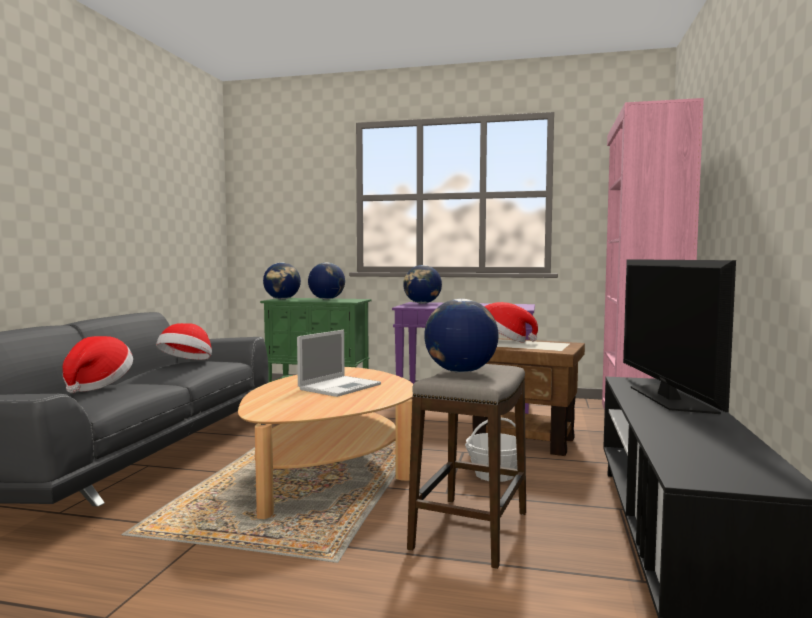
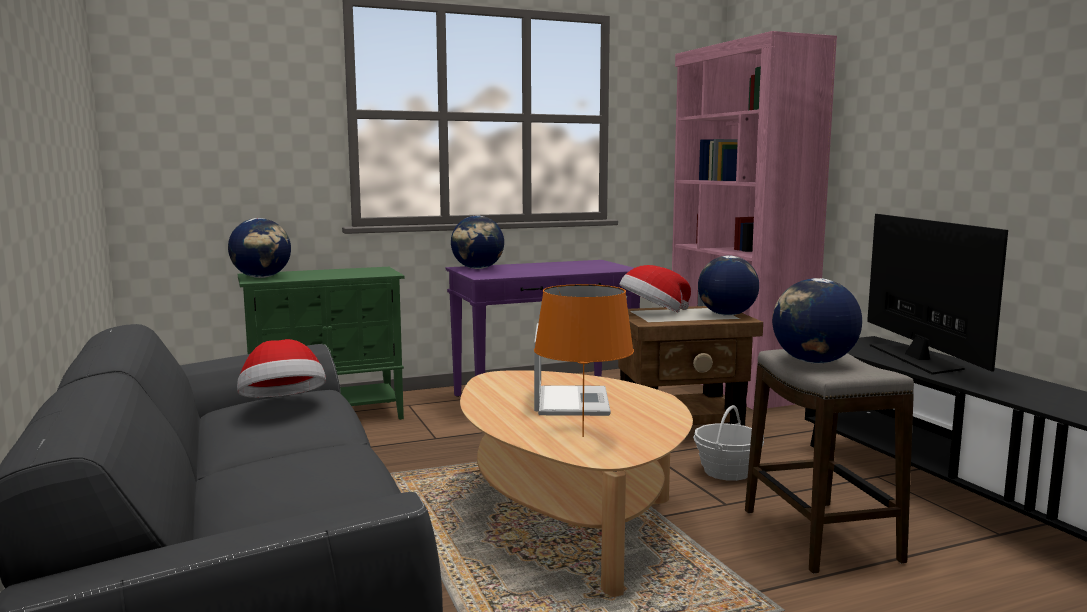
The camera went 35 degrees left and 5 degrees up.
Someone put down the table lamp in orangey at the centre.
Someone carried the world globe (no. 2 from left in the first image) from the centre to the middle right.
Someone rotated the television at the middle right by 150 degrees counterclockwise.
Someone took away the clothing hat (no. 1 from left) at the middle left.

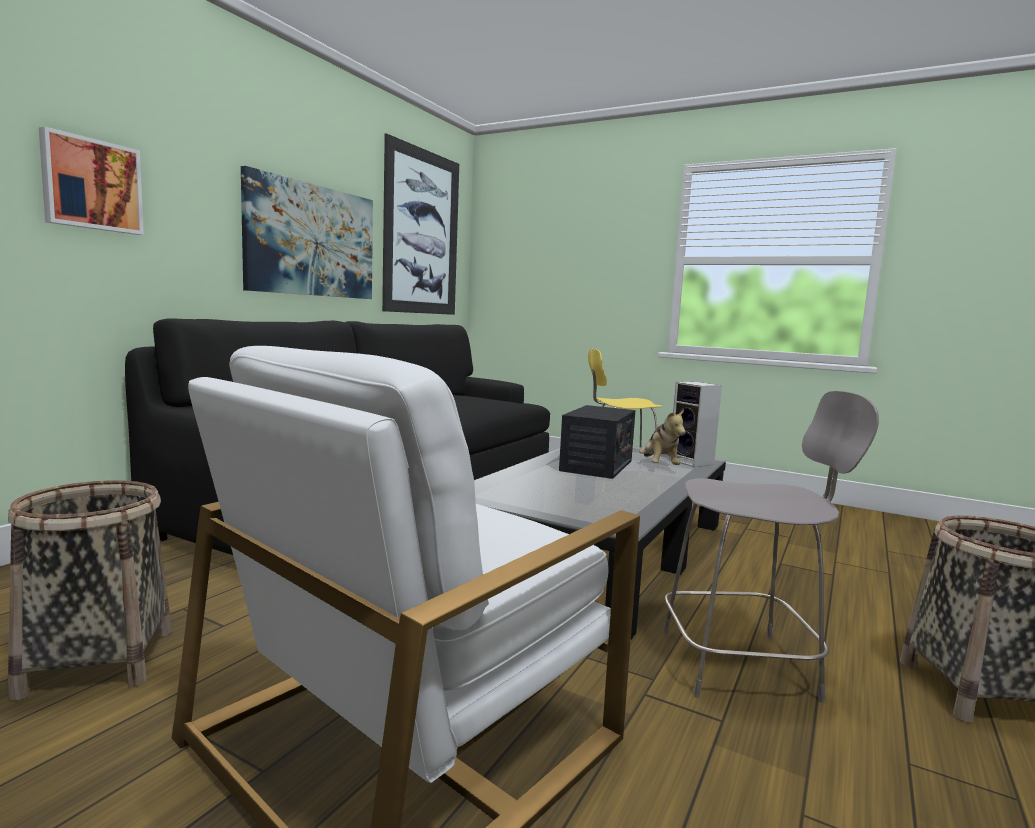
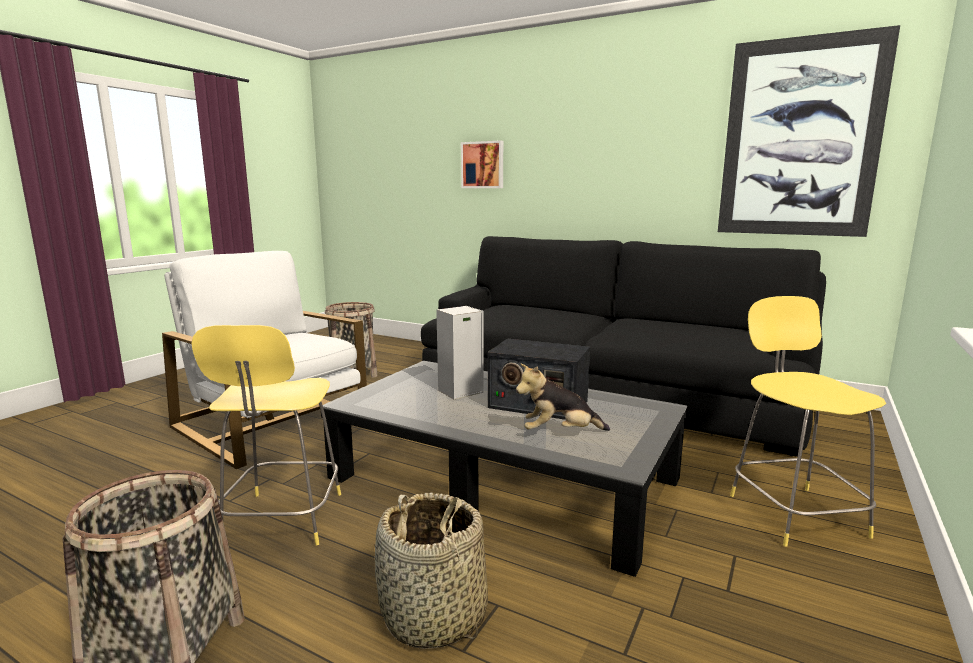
The camera went 90 degrees right and 5 degrees up.
Someone repainted the sitting stool in greyish at the middle right, which became the sitting stool in yellowish (no. 1 from left) at the middle left.
Someone put down the household basket (no. 3 from left) at the bottom centre.
Someone carried the loudspeaker from the middle right to the centre.
Someone took away the wall art (no. 2 from left) at the top left.

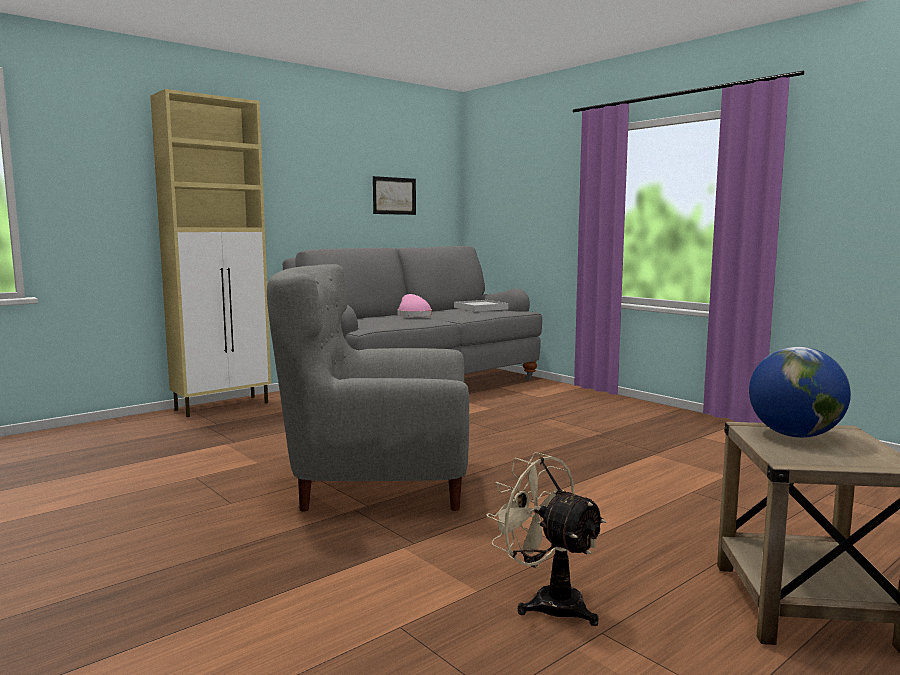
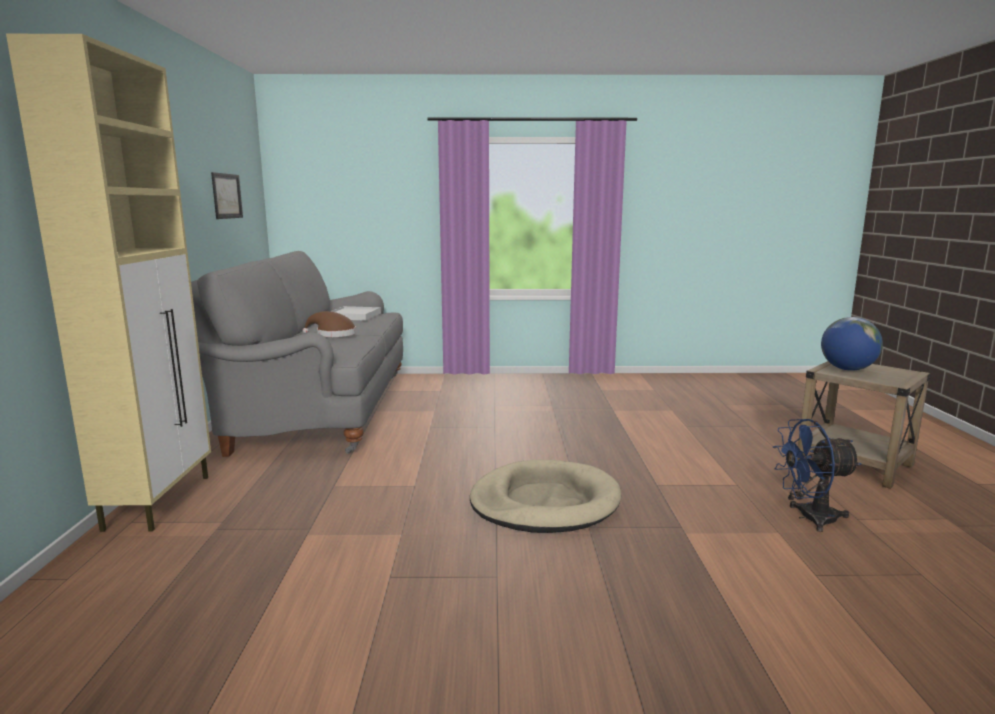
The camera went 50 degrees left and 5 degrees up.
Someone repainted the clothing hat in pink at the centre, which became the clothing hat in brownish at the middle left.
Someone swapped the armchair in greyish at the centre for the pet bed in sand-coloured at the bottom centre.
Someone repainted the fan in sand-coloured at the bottom centre, which became the fan in blue-coloured at the middle right.

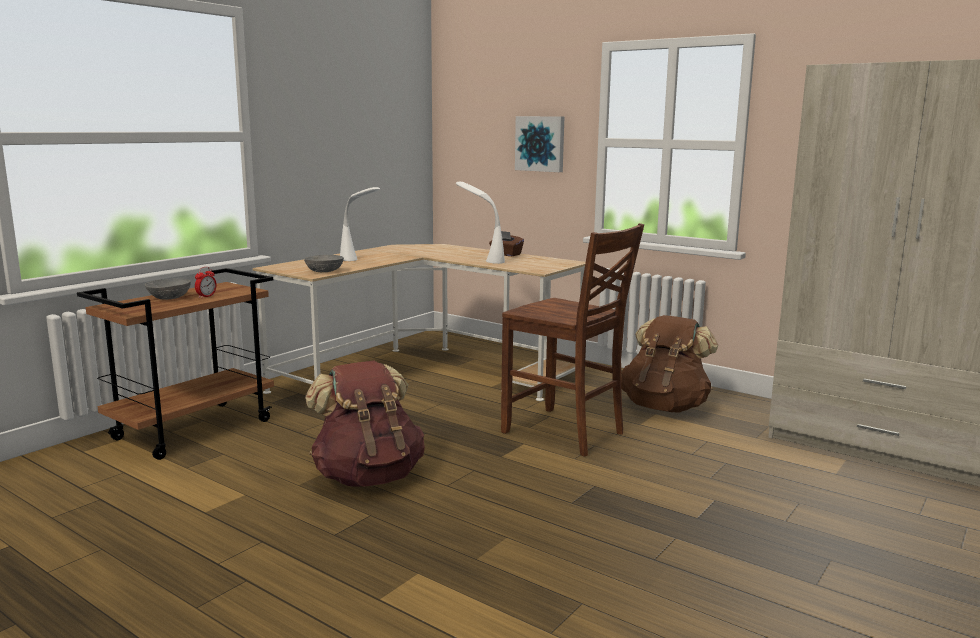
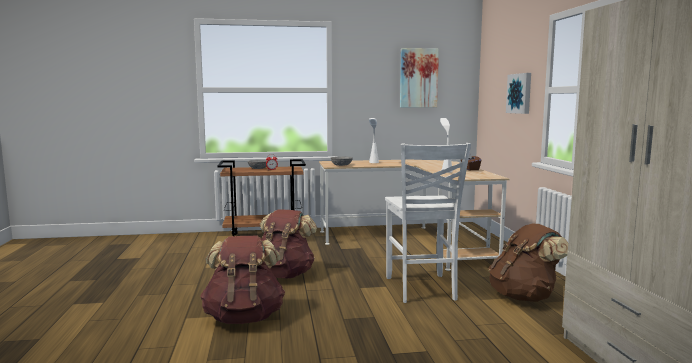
The camera went 45 degrees right and 5 degrees down.
Someone put down the rucksack in brownish (no. 1 from left) at the bottom centre.
Someone repainted the chair in brownish at the centre, which became the chair in white-coloured at the centre.
Someone put up the wall art (no. 1 from left) at the top centre.

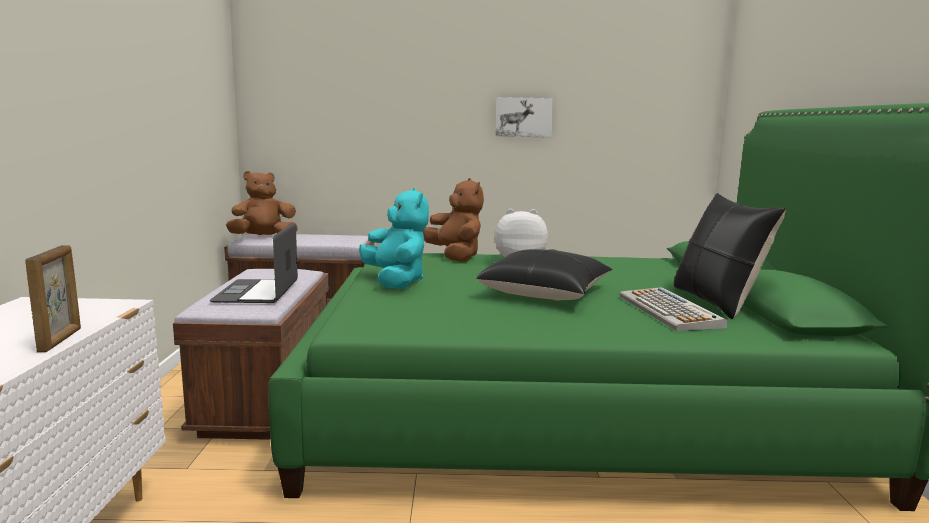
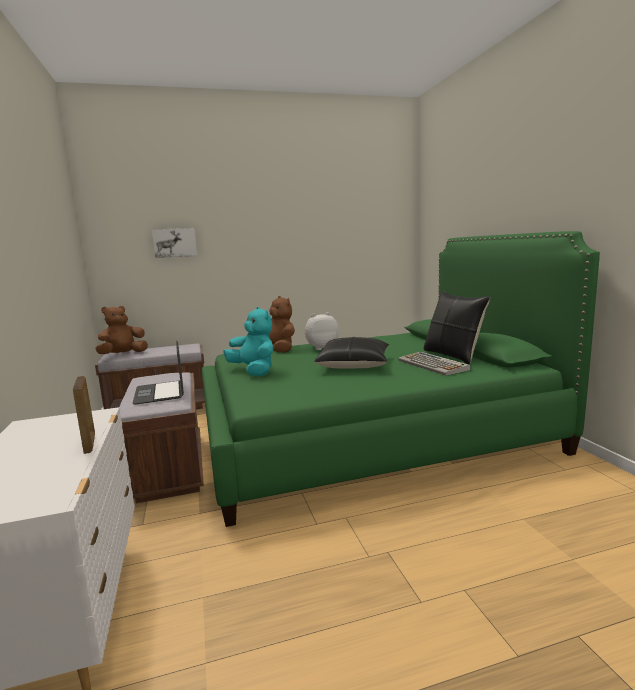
The camera went 15 degrees left and 0 degrees up.
Someone carried the wall art from the top centre to the middle left.

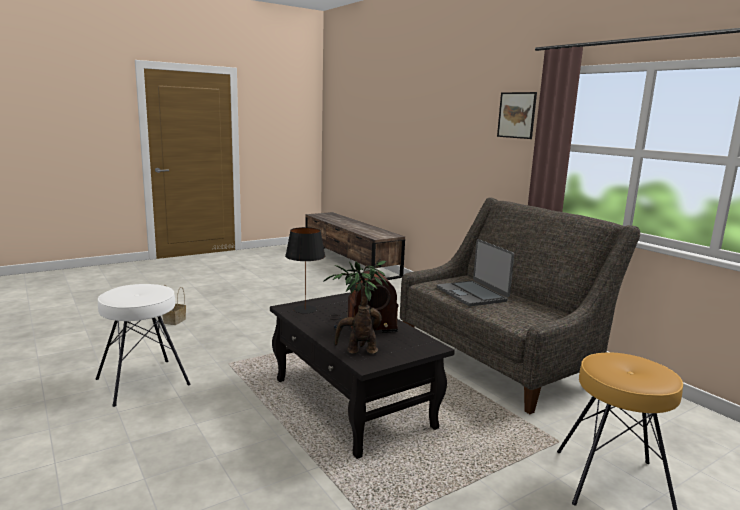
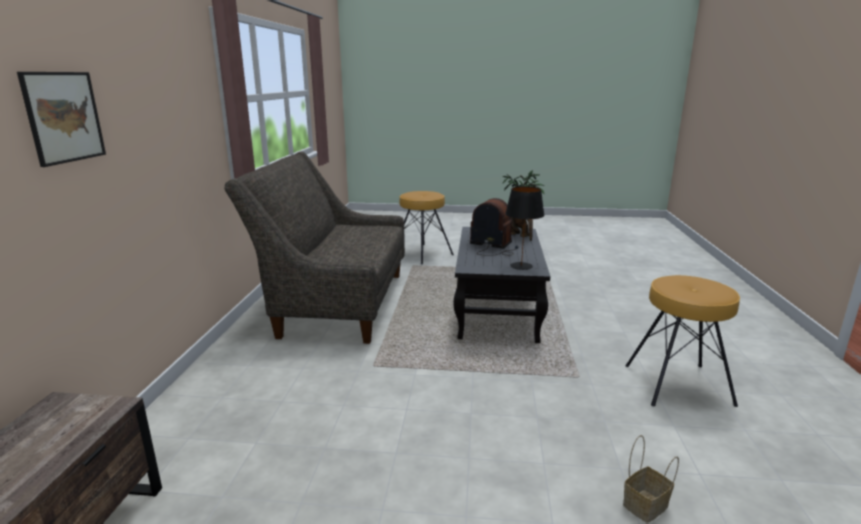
The camera went 140 degrees left and 5 degrees up.
Someone carried the wall art from the top right to the top left.
Someone repainted the sitting stool in white-coloured at the bottom left, which became the sitting stool in brownish (no. 2 from left) at the middle right.
Someone took away the notebook computer at the centre.

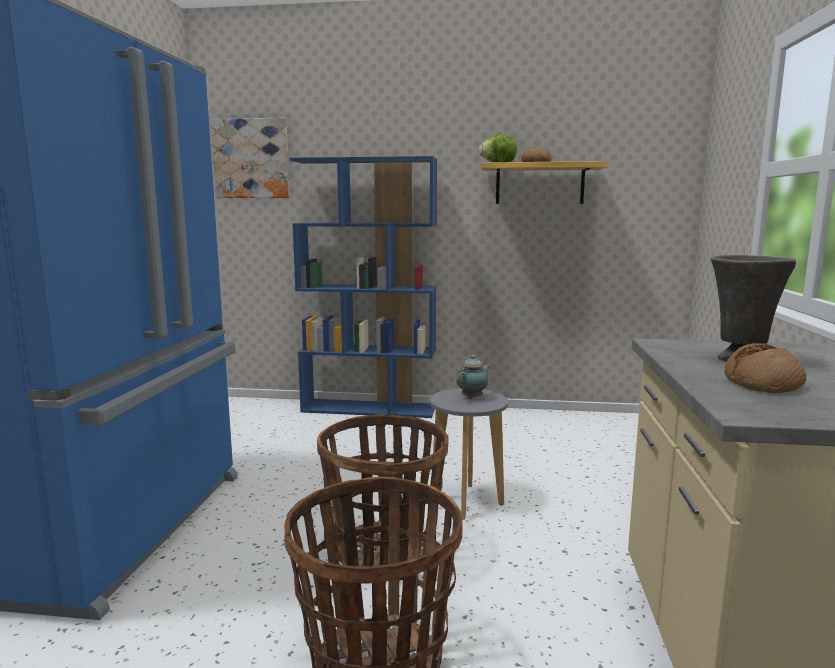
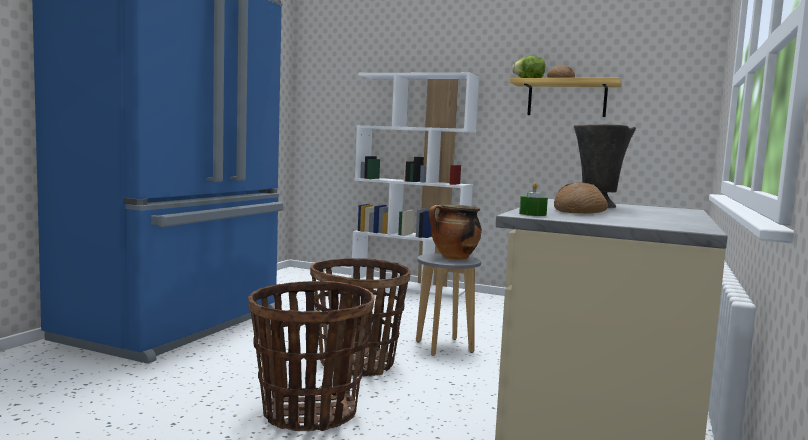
The camera went 15 degrees right and 5 degrees down.
Someone repainted the bookcase in blue-coloured at the centre, which became the bookcase in white-coloured at the centre.
Someone swapped the tea pot at the centre for the stockpot at the centre.
Someone put down the wax candle in green-coloured at the centre.
Someone took away the wall art at the top left.

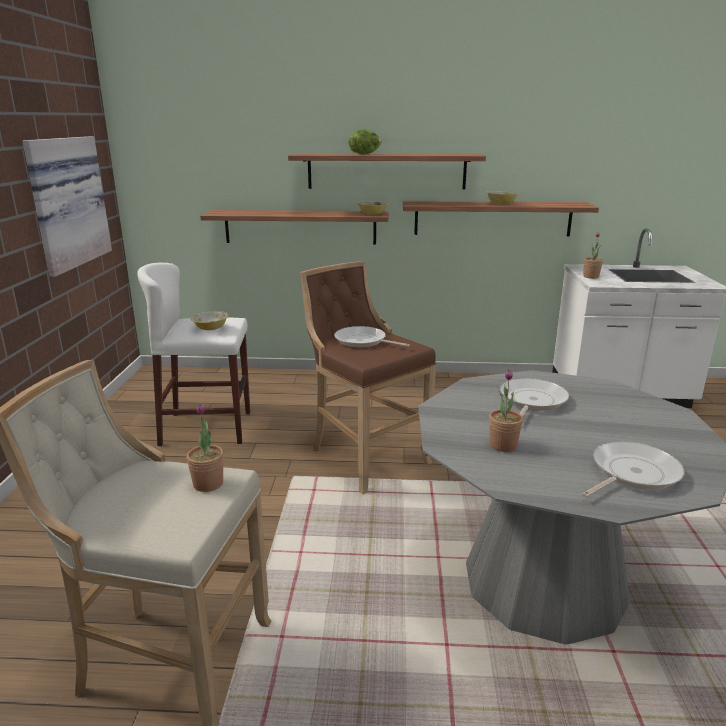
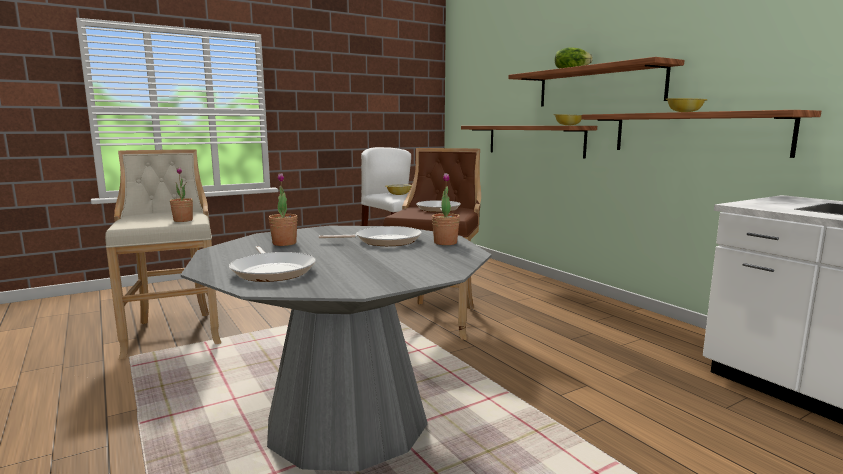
The camera went 55 degrees right and 10 degrees down.
Someone rotated the frying pan (no. 3 from left in the first image) at the middle right by 45 degrees clockwise.
Someone carried the potted plant (no. 3 from left) from the middle right to the centre.
Someone took away the wall art at the top left.

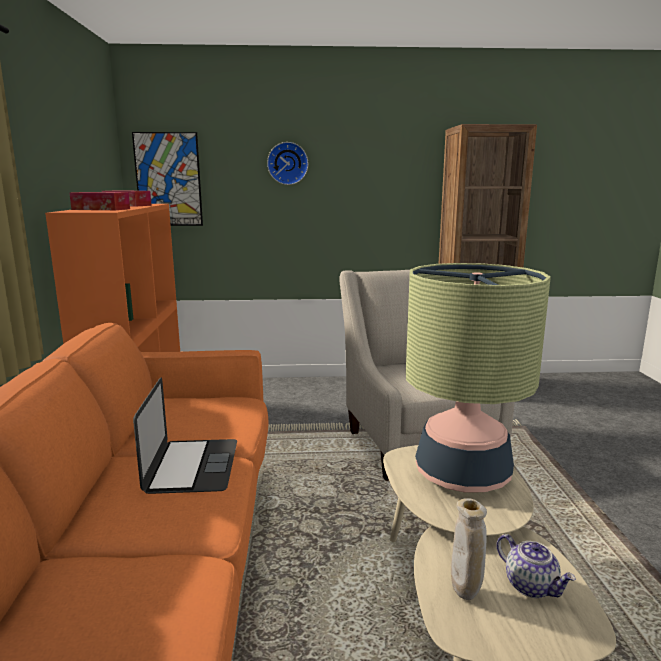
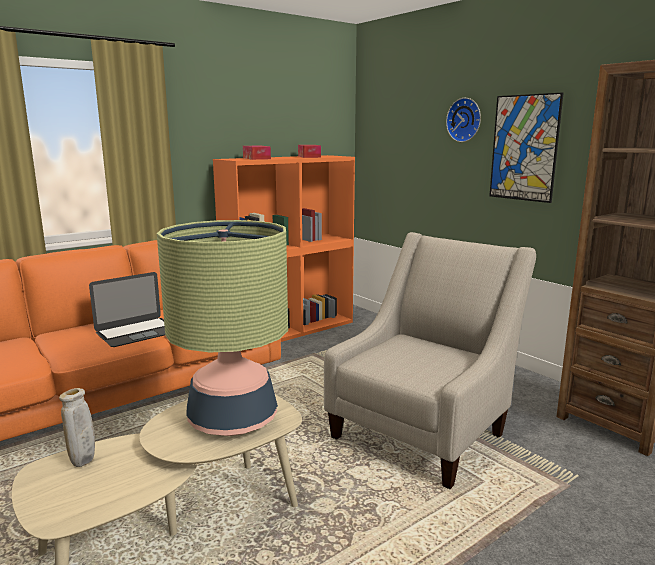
The camera went 55 degrees right and 0 degrees up.
Someone carried the wall art from the top left to the top right.
Someone took away the tea pot at the bottom right.

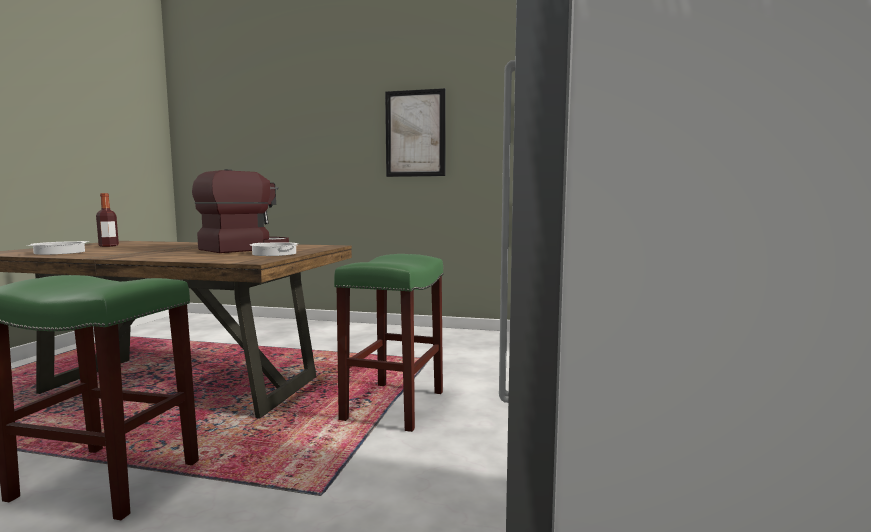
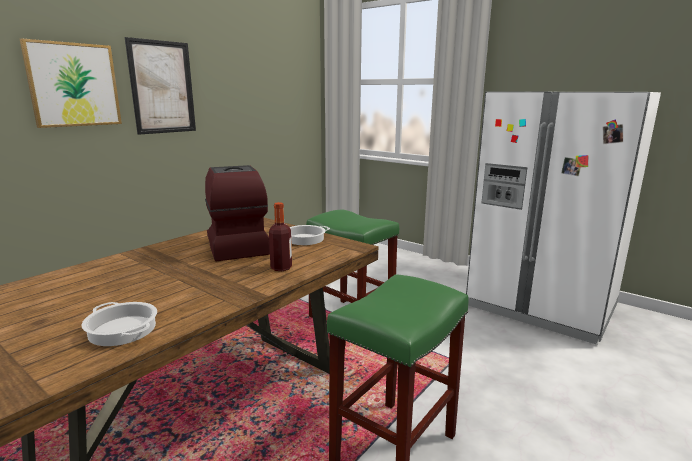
The camera went 65 degrees left and 10 degrees up.
Someone put up the wall art (no. 1 from left) at the top left.
Someone carried the beverage bottle from the middle left to the centre.

